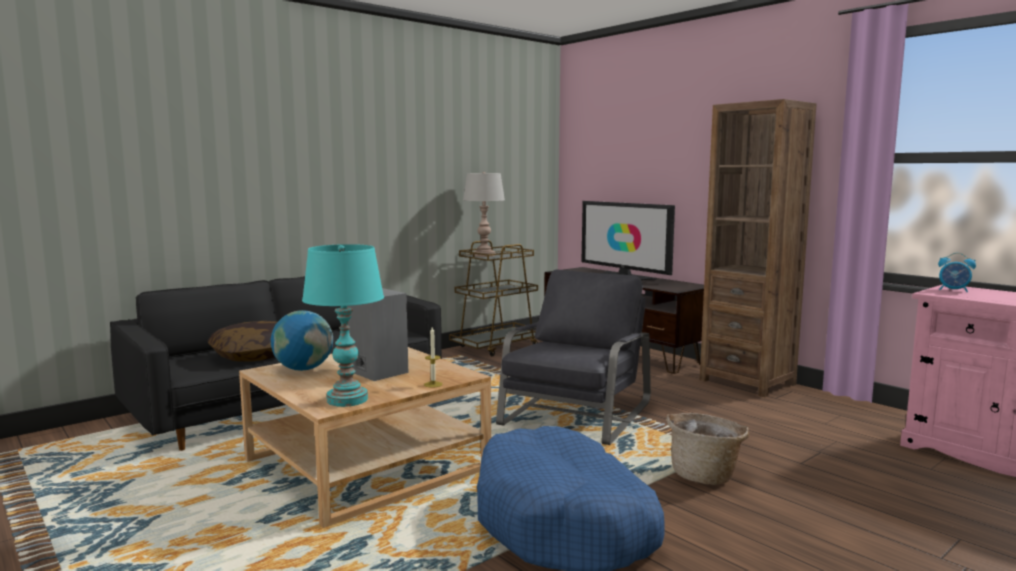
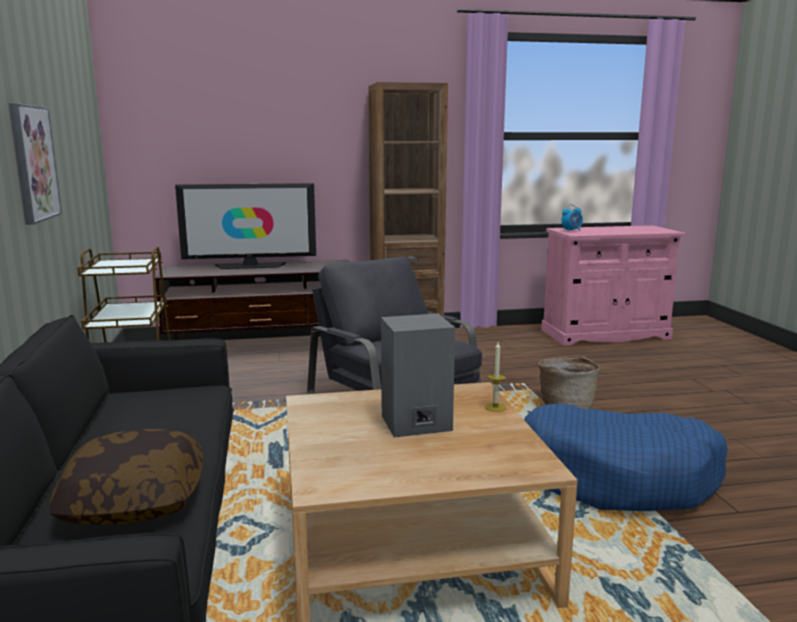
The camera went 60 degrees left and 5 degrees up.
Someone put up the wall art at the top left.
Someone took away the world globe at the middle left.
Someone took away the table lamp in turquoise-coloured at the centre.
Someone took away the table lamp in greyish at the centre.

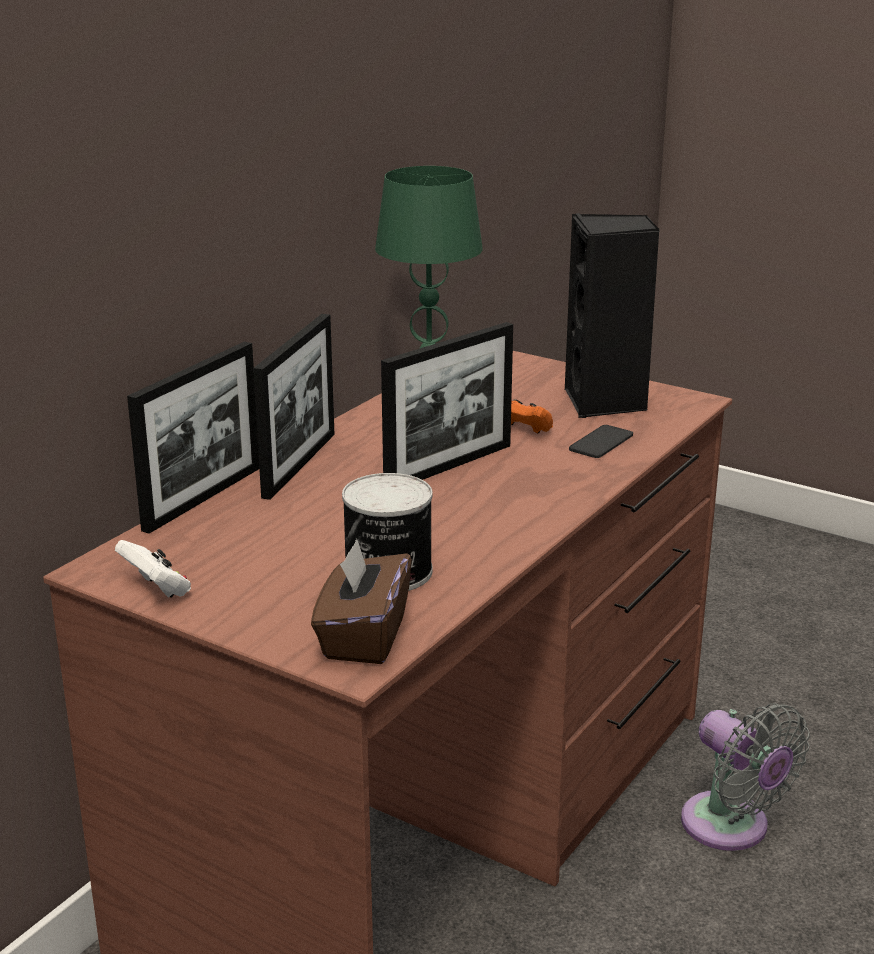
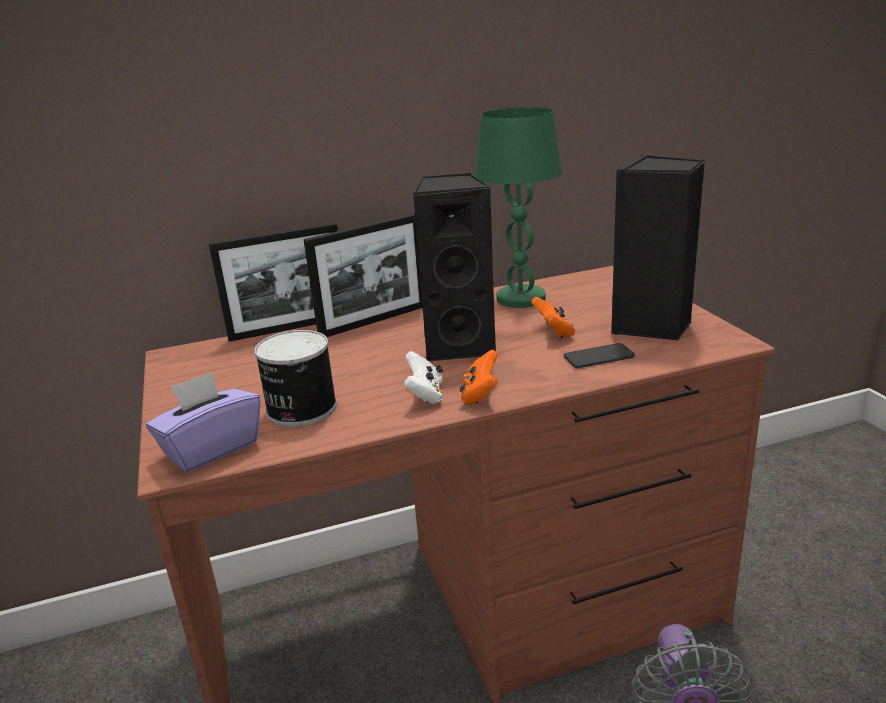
The camera went 40 degrees right and 0 degrees up.
Someone repainted the box of tissues in brownish at the centre, which became the box of tissues in purple-coloured at the middle left.
Someone carried the gamepad in white-coloured from the middle left to the centre.
Someone swapped the picture frame (no. 3 from left) at the centre for the loudspeaker in black-coloured (no. 1 from left) at the centre.
Someone put down the gamepad in orangey (no. 1 from left) at the centre.

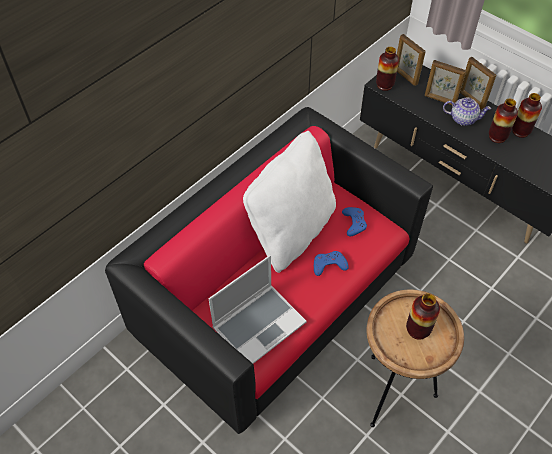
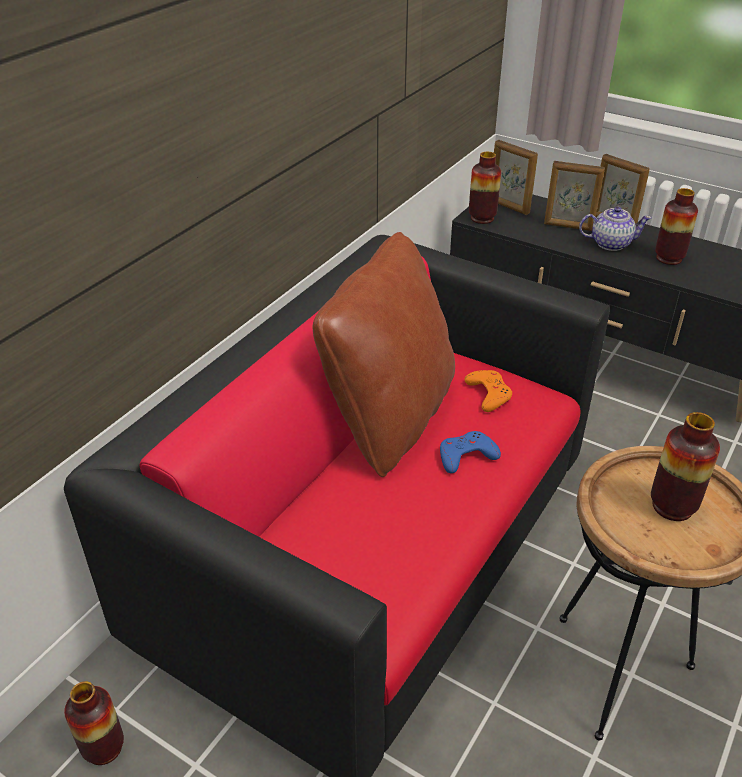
The camera went 10 degrees left and 15 degrees down.
Someone carried the flower vase (no. 4 from left in the first image) from the top right to the bottom left.
Someone repainted the pillow in white-coloured at the centre, which became the pillow in brownish at the centre.
Someone repainted the gamepad in blue-coloured (no. 2 from left) at the centre, which became the gamepad in orangey at the centre.
Someone took away the notebook computer at the bottom centre.

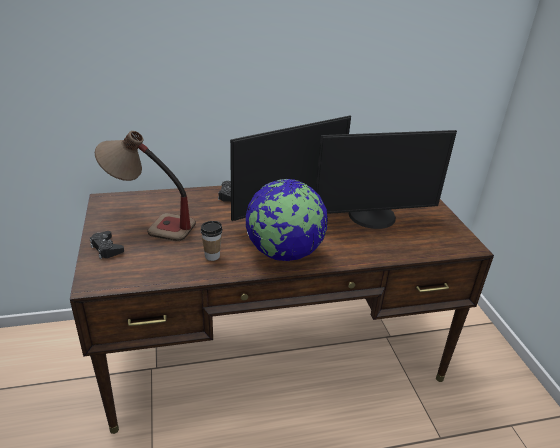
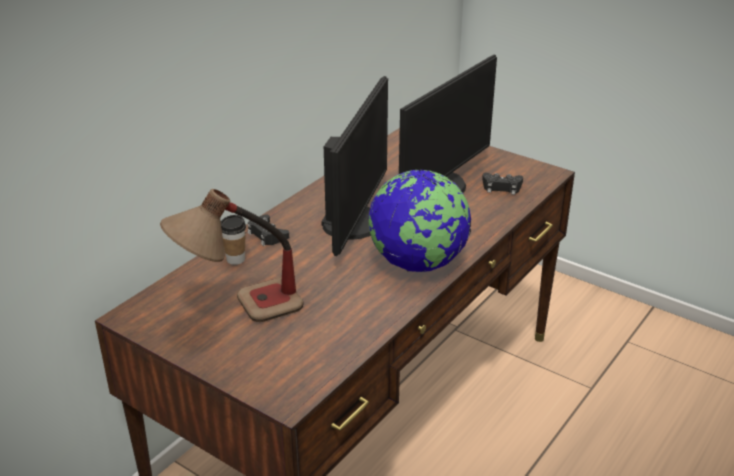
The camera went 40 degrees left and 0 degrees up.
Someone carried the cup from the centre to the middle left.
Someone carried the gamepad in black-coloured (no. 1 from left in the first image) from the middle left to the middle right.

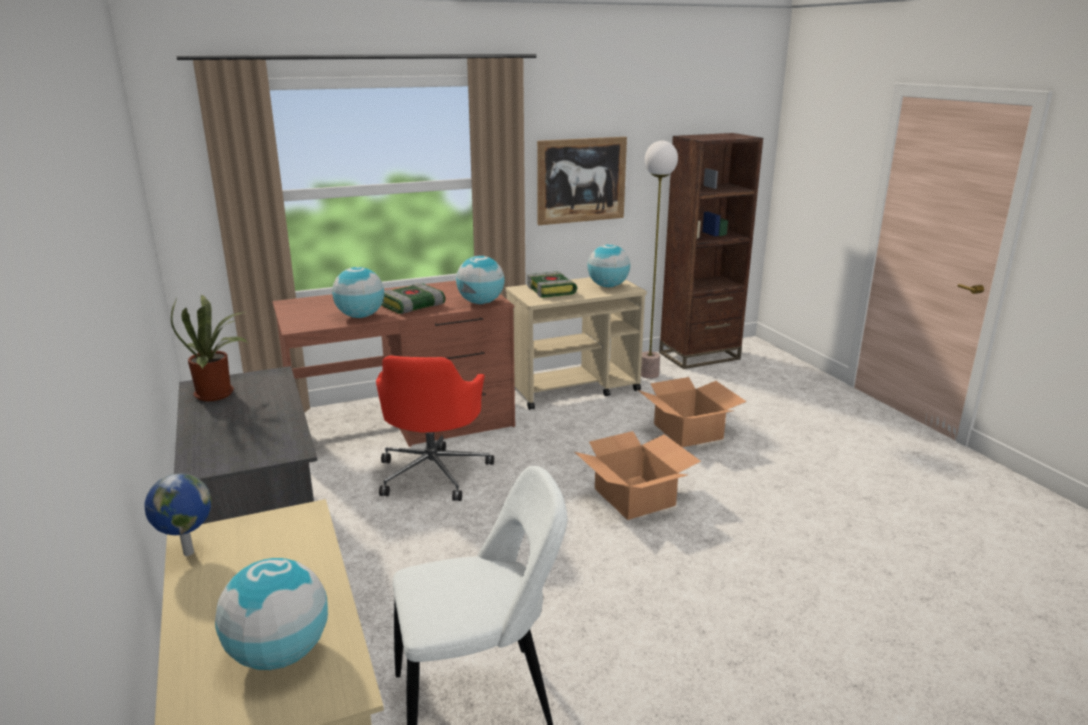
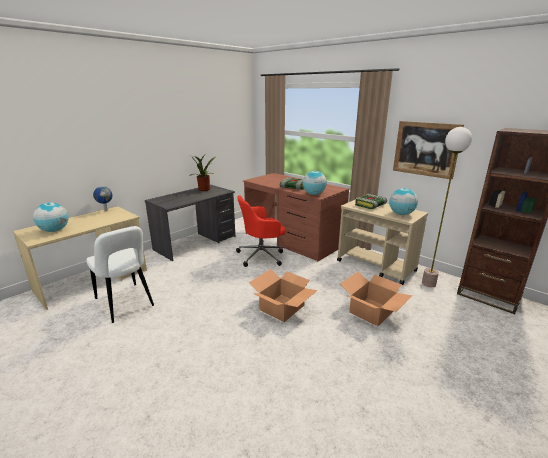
The camera went 65 degrees right and 0 degrees up.
Someone took away the world globe (no. 3 from left) at the middle left.

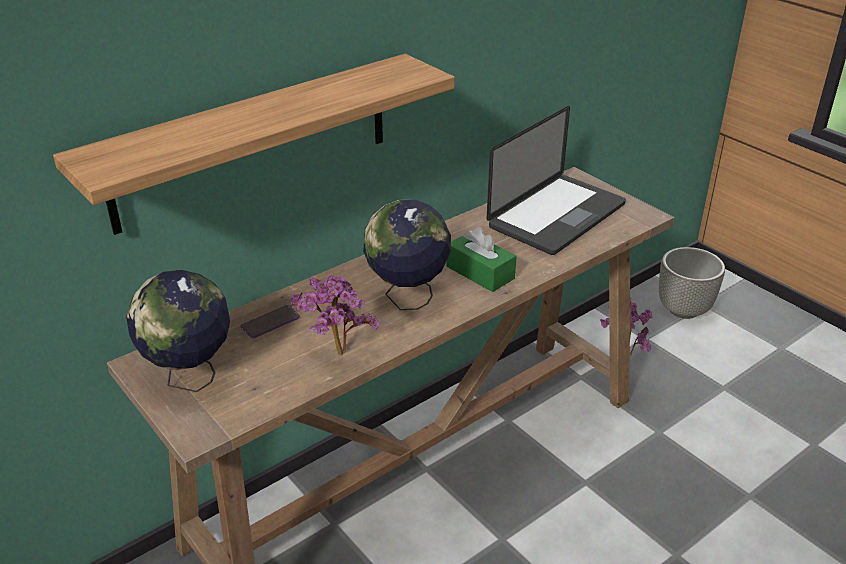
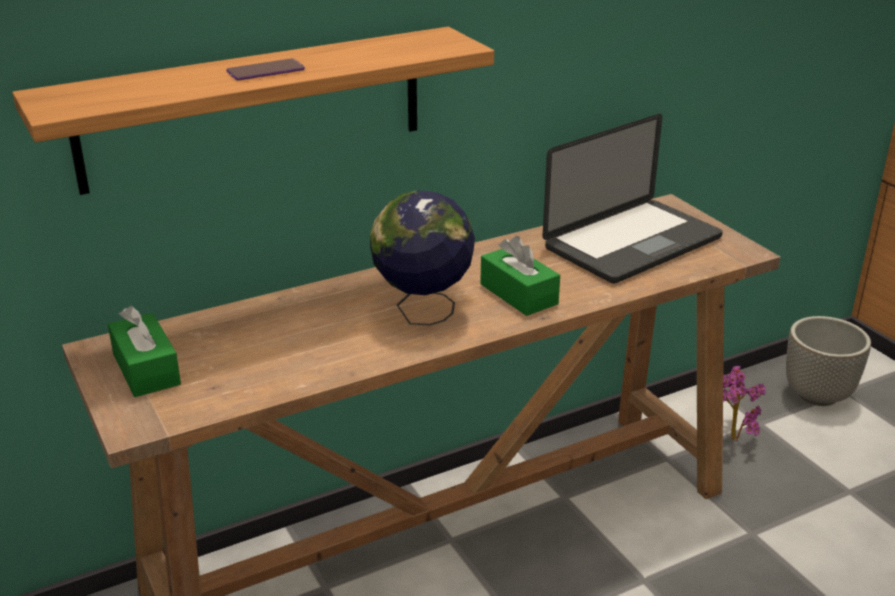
The camera went 10 degrees right and 5 degrees down.
Someone swapped the world globe (no. 1 from left) at the middle left for the box of tissues in green-coloured (no. 1 from left) at the middle left.
Someone carried the phone from the middle left to the top left.
Someone took away the potted plant (no. 1 from left) at the centre.

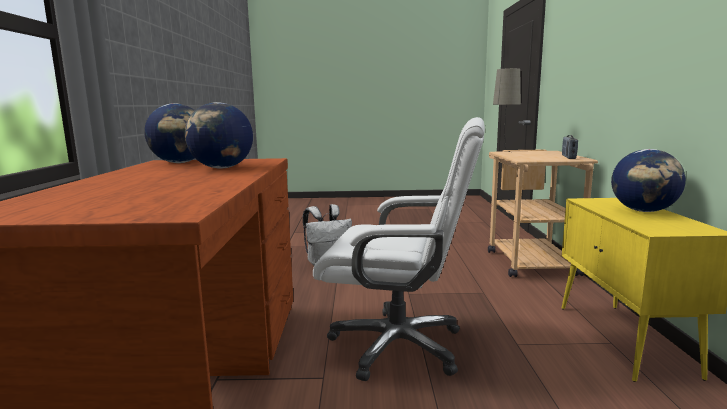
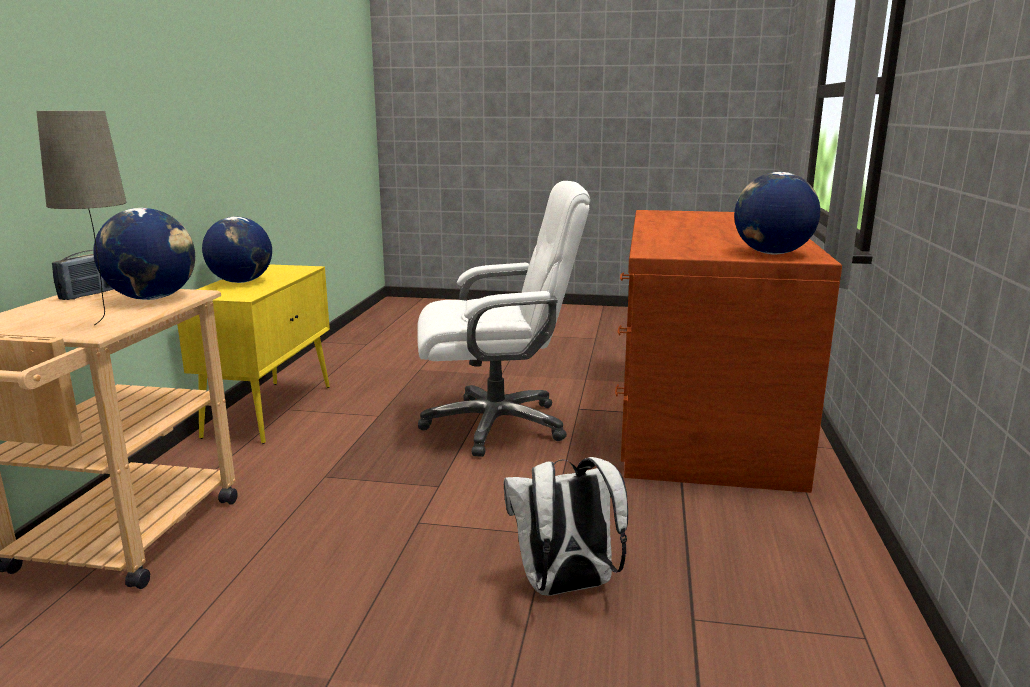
The camera went 170 degrees left and 5 degrees up.
Someone carried the world globe (no. 2 from left in the first image) from the top left to the middle left.
Someone rotated the computer chair in white-coloured at the centre by 150 degrees clockwise.

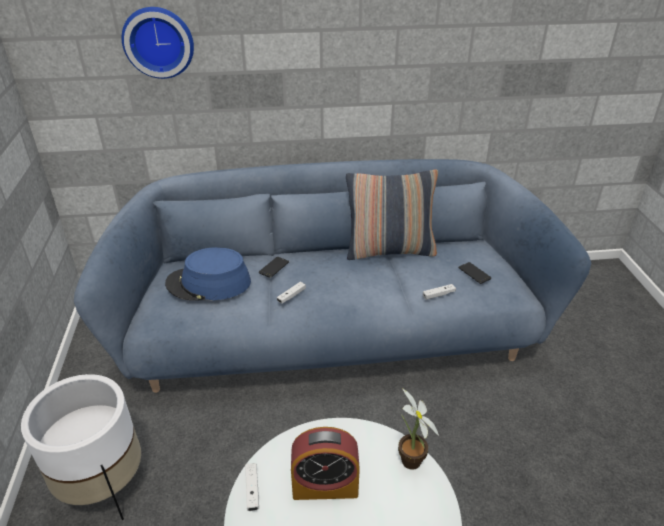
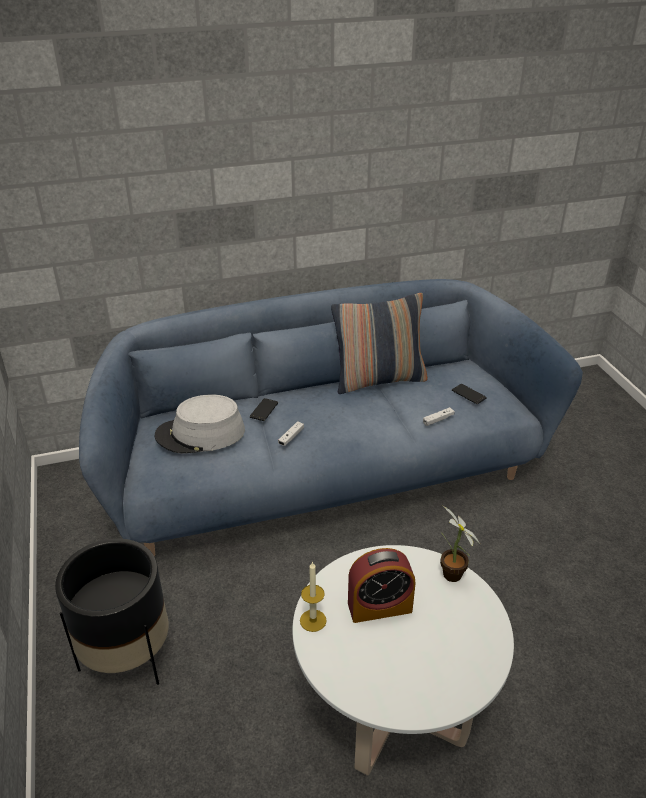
The camera went 10 degrees left and 0 degrees up.
Someone repainted the planter in white-coloured at the bottom left, which became the planter in black-coloured at the bottom left.
Someone repainted the clothing hat in blue-coloured at the middle left, which became the clothing hat in greyish at the middle left.
Someone swapped the gamepad in white-coloured (no. 1 from left) at the bottom centre for the wax candle at the bottom centre.
Someone took away the hanging clock at the top left.

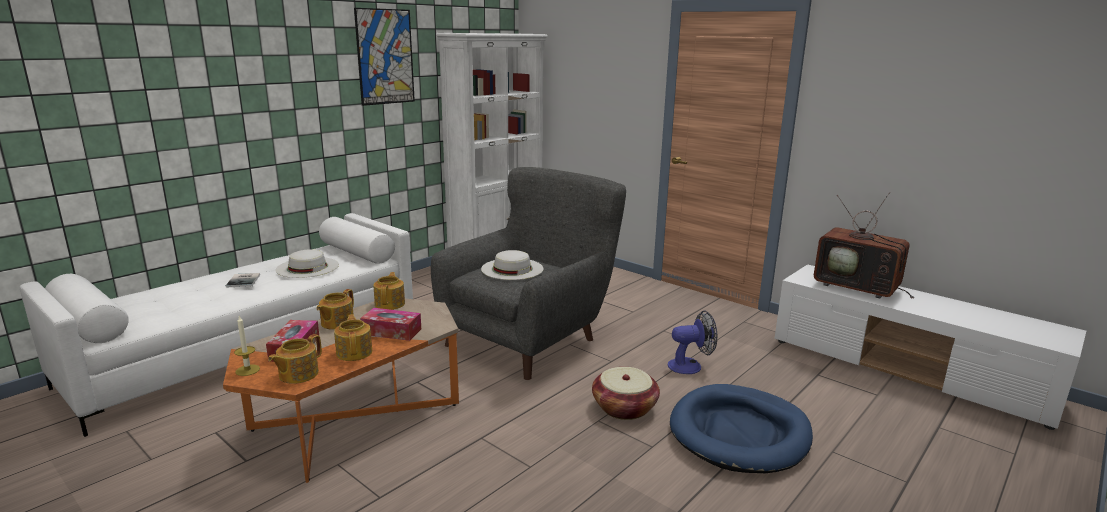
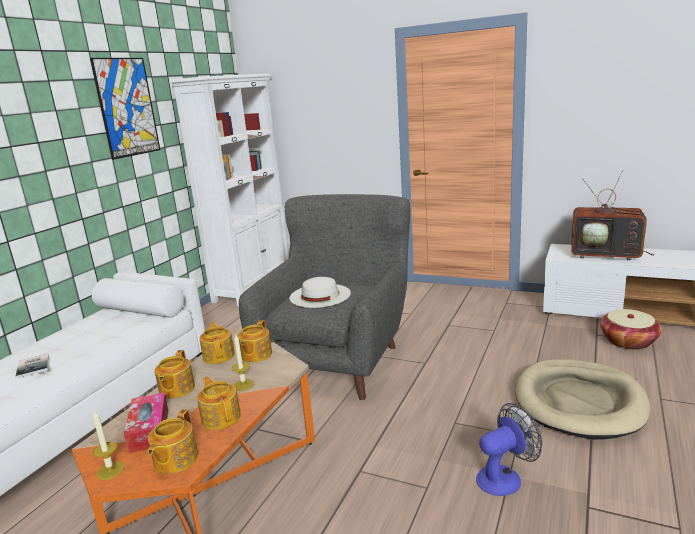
The camera went 15 degrees left and 0 degrees up.
Someone swapped the box of tissues (no. 2 from left) at the centre for the wax candle (no. 2 from left) at the bottom centre.
Someone put down the tea pot (no. 5 from left) at the centre.
Someone carried the fan from the bottom centre to the bottom right.
Someone repainted the pet bed in blue-coloured at the bottom right, which became the pet bed in sand-coloured at the bottom right.
Someone carried the household basket from the bottom centre to the middle right.
Someone took away the clothing hat in white-coloured (no. 1 from left) at the middle left.

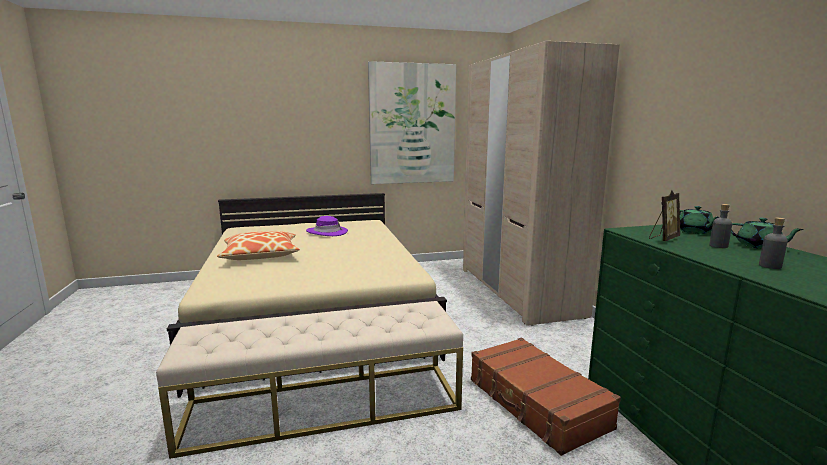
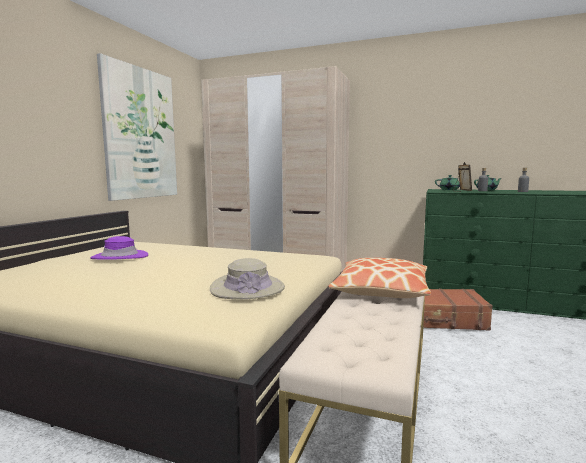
The camera went 55 degrees left and 5 degrees down.
Someone put down the clothing hat in sand-coloured at the centre.
Someone carried the pillow from the middle left to the centre.

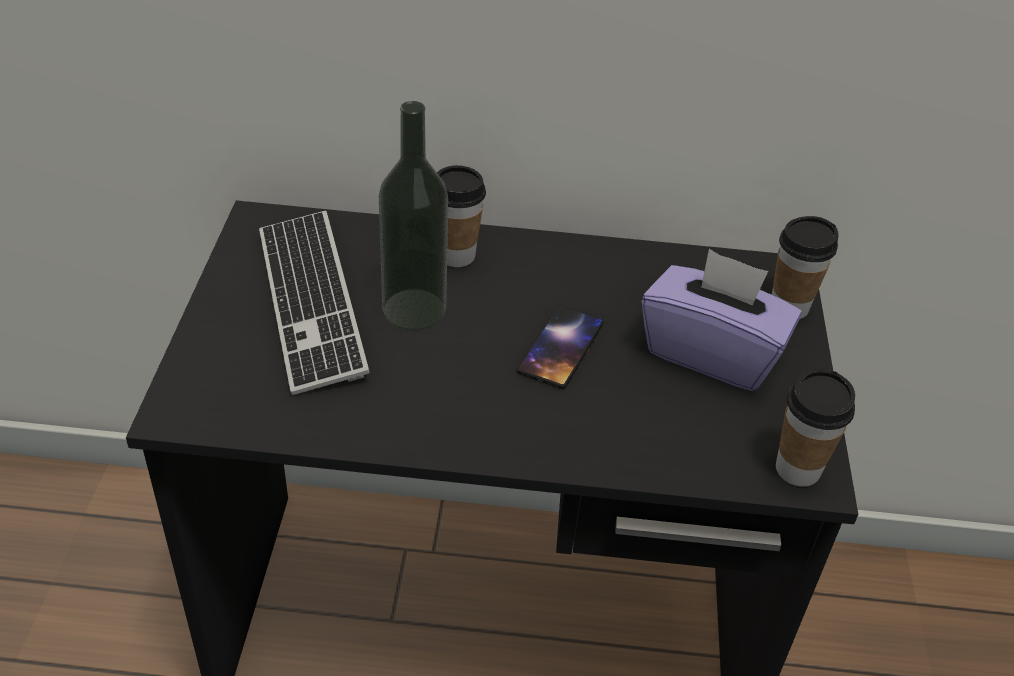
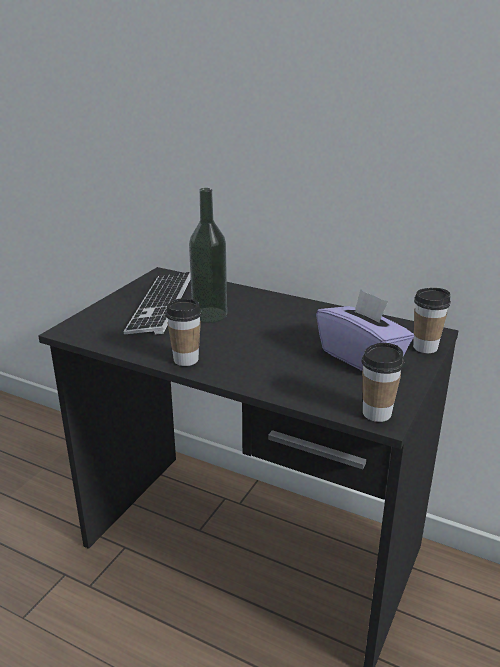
The camera went 25 degrees right and 15 degrees down.
Someone carried the cup (no. 1 from left) from the top centre to the centre.
Someone took away the phone at the centre.

